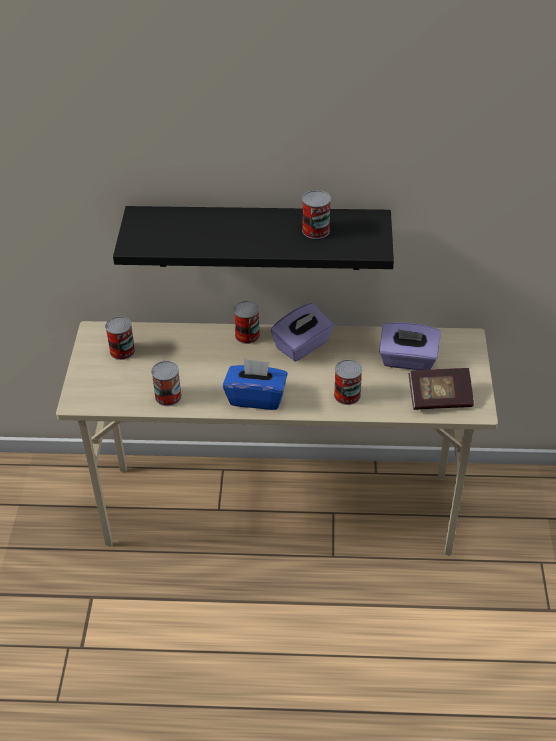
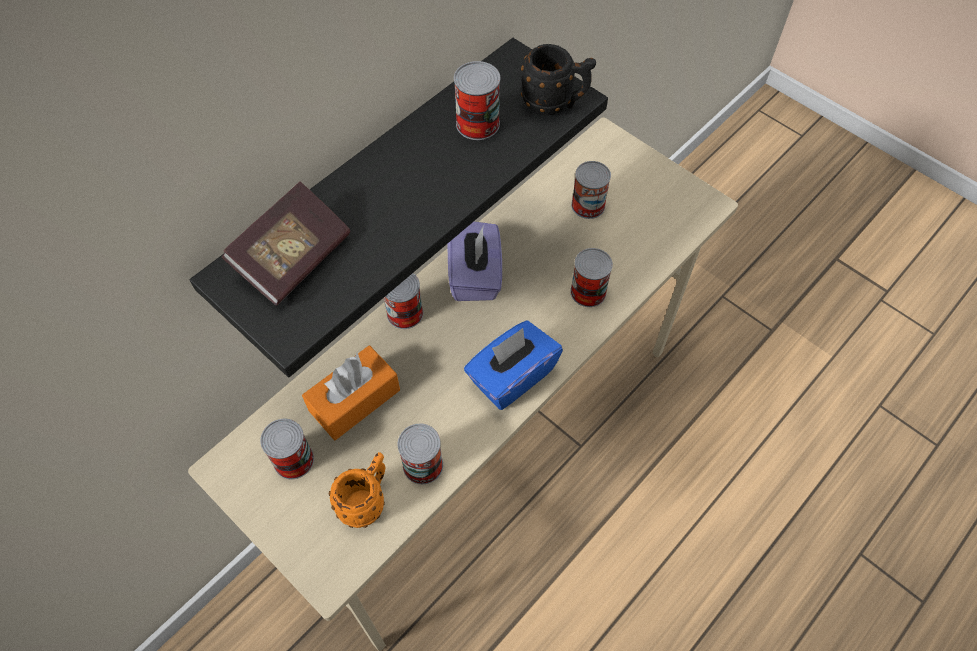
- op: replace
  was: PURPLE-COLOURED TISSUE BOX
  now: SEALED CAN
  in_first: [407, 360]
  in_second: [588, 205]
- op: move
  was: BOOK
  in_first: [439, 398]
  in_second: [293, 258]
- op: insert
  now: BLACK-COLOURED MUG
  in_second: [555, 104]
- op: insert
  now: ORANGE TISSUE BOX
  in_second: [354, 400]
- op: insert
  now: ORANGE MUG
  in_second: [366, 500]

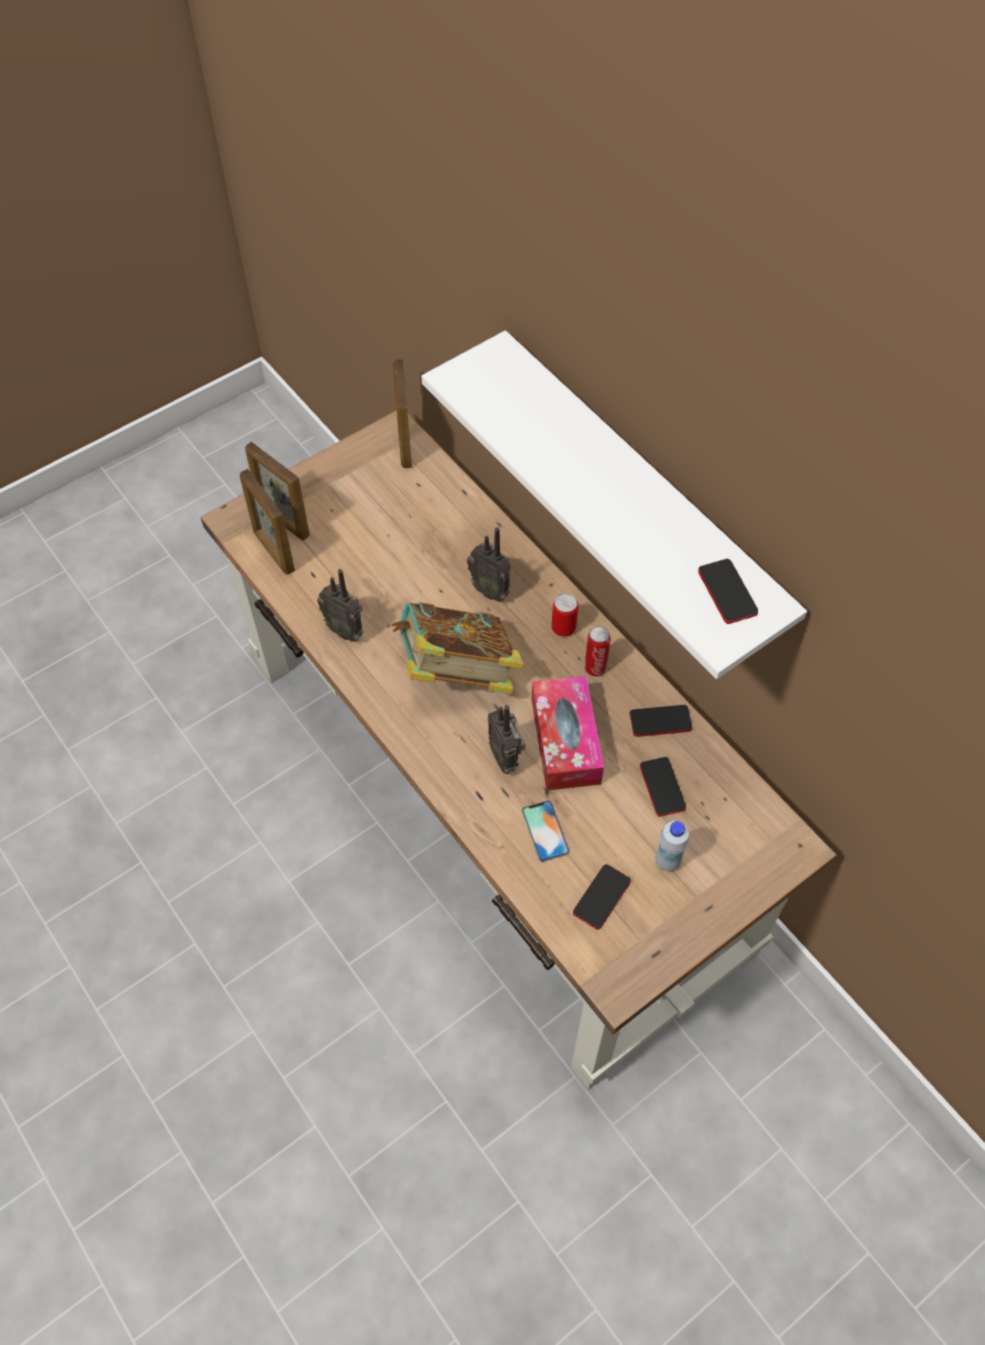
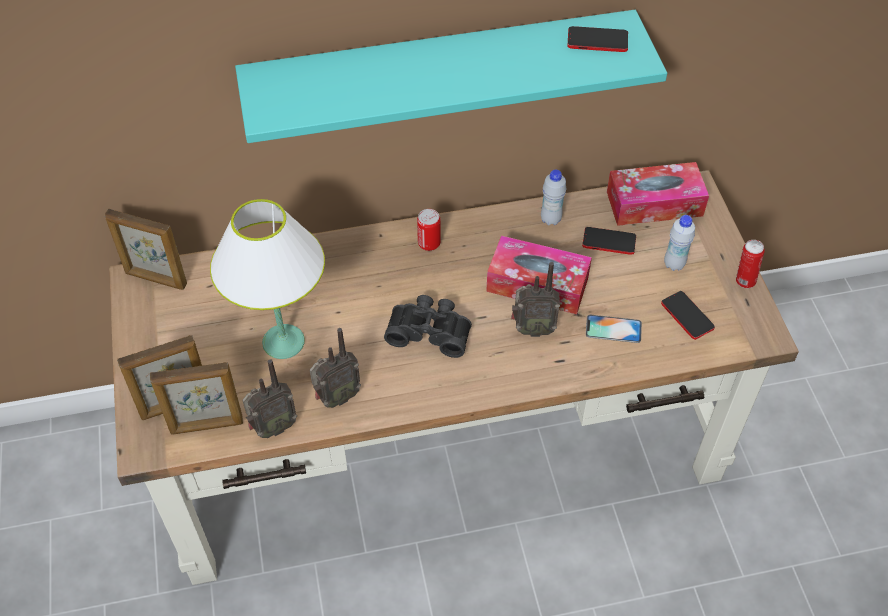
- op: recolor
  was: WHITE-COLOURED BRACKET SHELF
  now: TURQUOISE BRACKET SHELF
  in_first: [640, 494]
  in_second: [440, 73]
- op: move
  was: RADIO RECEIVER
  in_first: [491, 590]
  in_second: [272, 428]
- op: replace
  was: BOOK
  now: BLACK-COLOURED FIELD GLASSES
  in_first: [457, 671]
  in_second: [430, 331]
- op: move
  was: SEALED CAN
  in_first: [595, 667]
  in_second: [744, 281]
- op: replace
  was: PHONE
  now: WHITE-COLOURED DRINK BOTTLE
  in_first: [660, 721]
  in_second: [550, 219]
- op: insert
  now: TISSUE BOX
  in_second: [654, 203]
- op: insert
  now: WHITE-COLOURED TABLE LAMP
  in_second: [283, 342]

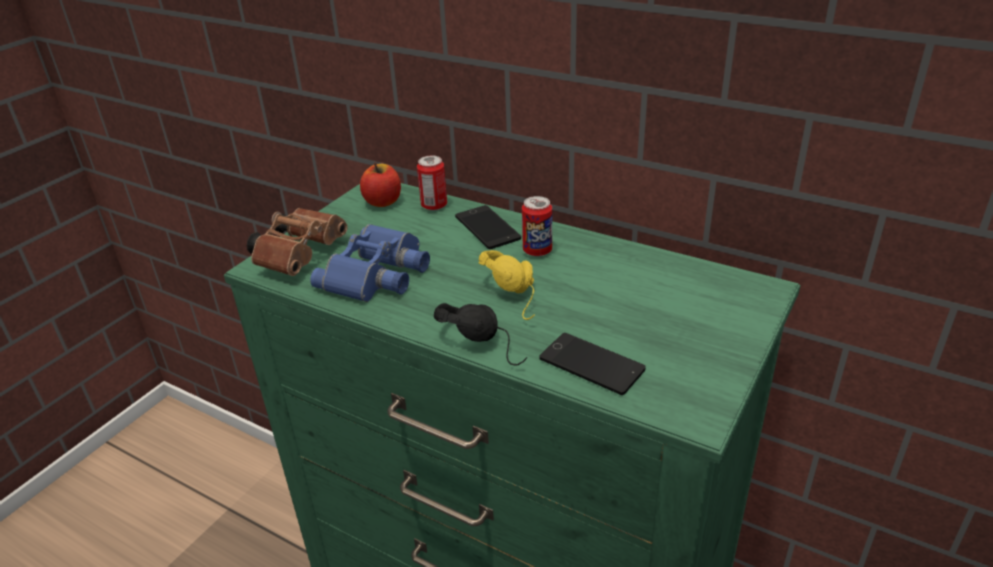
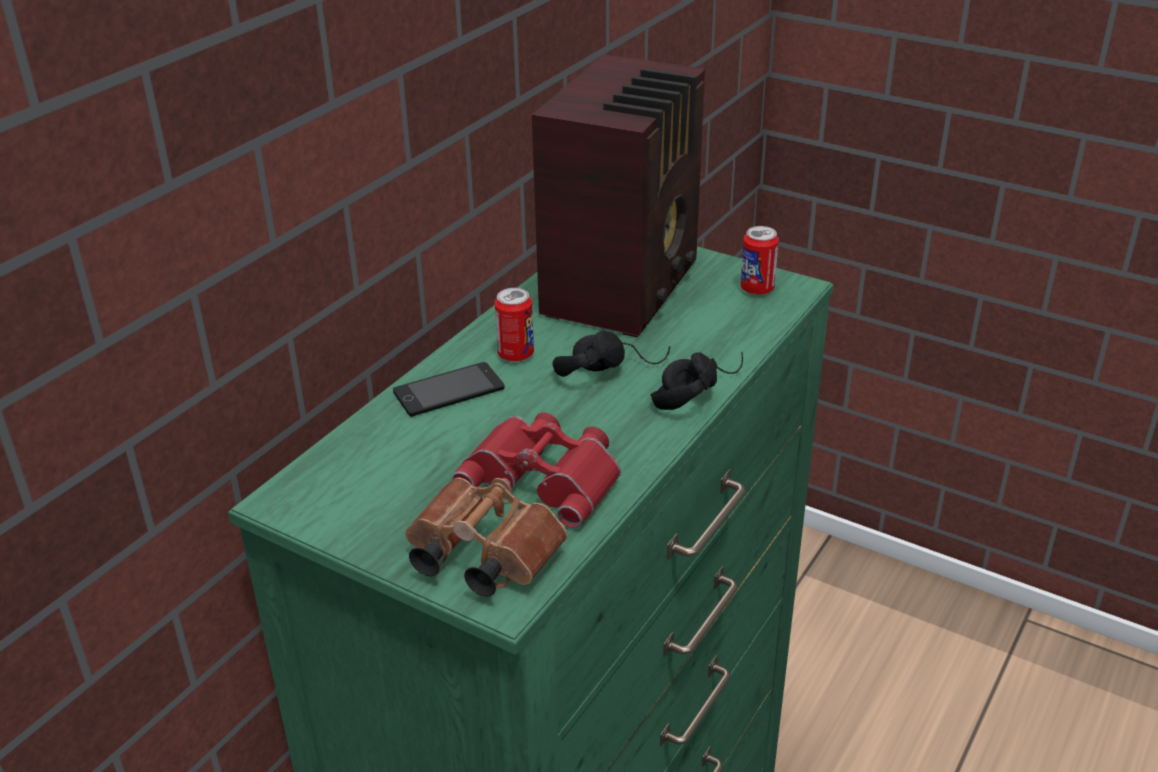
- op: move
  was: SEALED CAN
  in_first: [434, 206]
  in_second: [757, 289]
- op: delete
  was: APPLE
  in_first: [383, 202]
- op: recolor
  was: BLUE-COLOURED FIELD GLASSES
  now: RED FIELD GLASSES
  in_first: [378, 273]
  in_second: [546, 476]
- op: recolor
  was: YELLOWISH PAIR OF HEADPHONES
  now: BLACK-COLOURED PAIR OF HEADPHONES
  in_first: [520, 295]
  in_second: [608, 368]
- op: delete
  was: PHONE
  in_first: [591, 364]
- op: insert
  now: RADIO RECEIVER
  in_second: [625, 287]

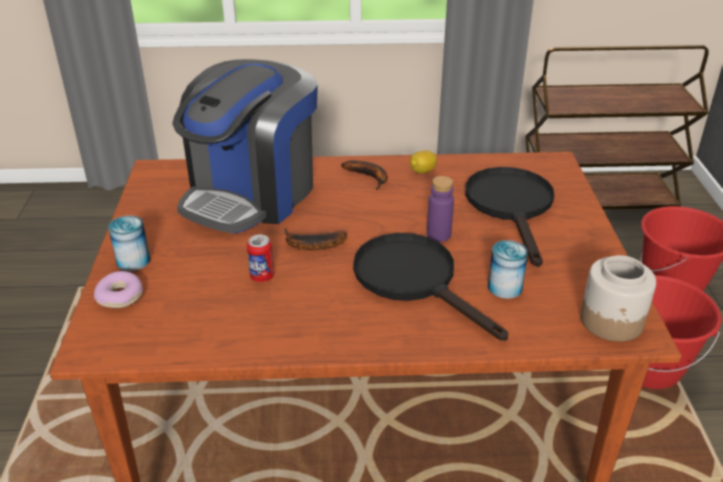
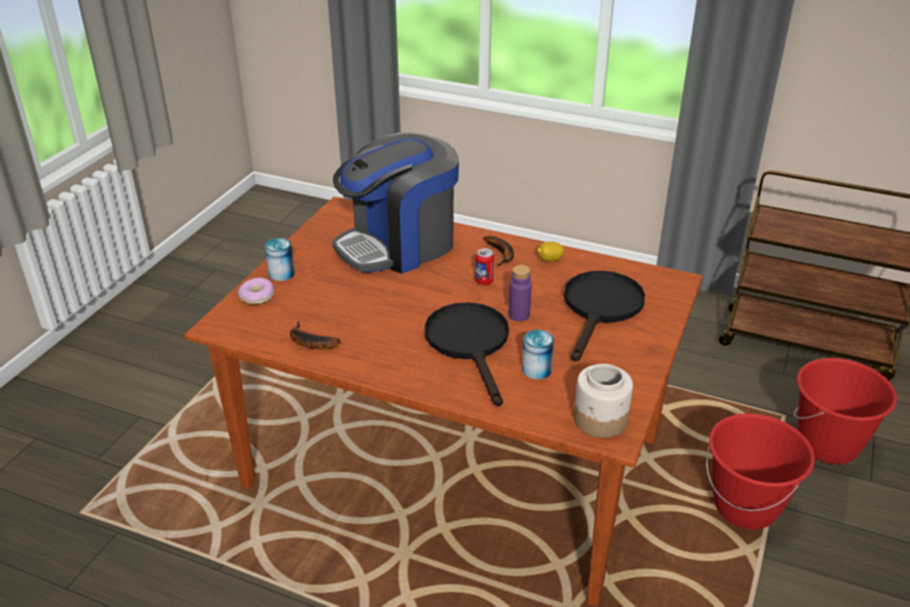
- op: move
  was: WHOLE BANANA
  in_first: [310, 245]
  in_second: [309, 342]
- op: move
  was: SEALED CAN
  in_first: [262, 277]
  in_second: [484, 281]

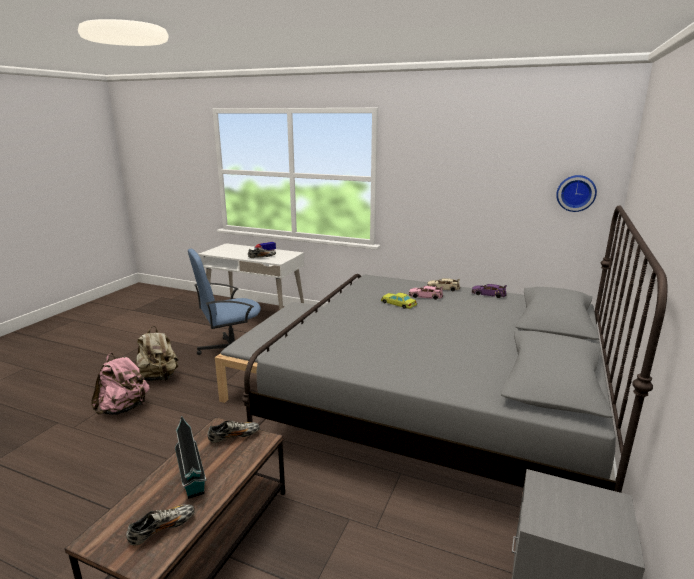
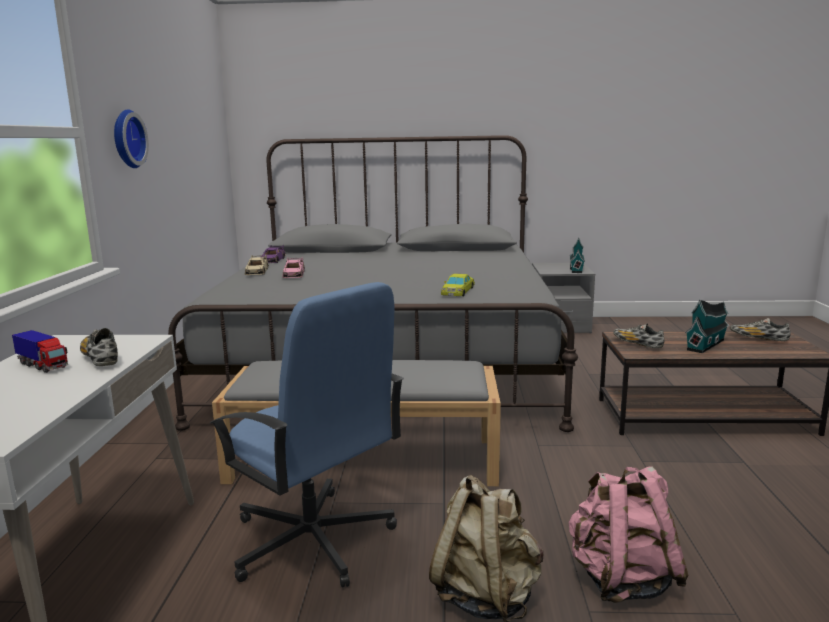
- op: move
  was: HANGING CLOCK
  in_first: [576, 193]
  in_second: [126, 139]
- op: move
  was: YELLOWISH MINIATURE CAR
  in_first: [398, 304]
  in_second: [458, 291]
- op: insert
  now: MINIATURE HOUSE
  in_second: [576, 269]

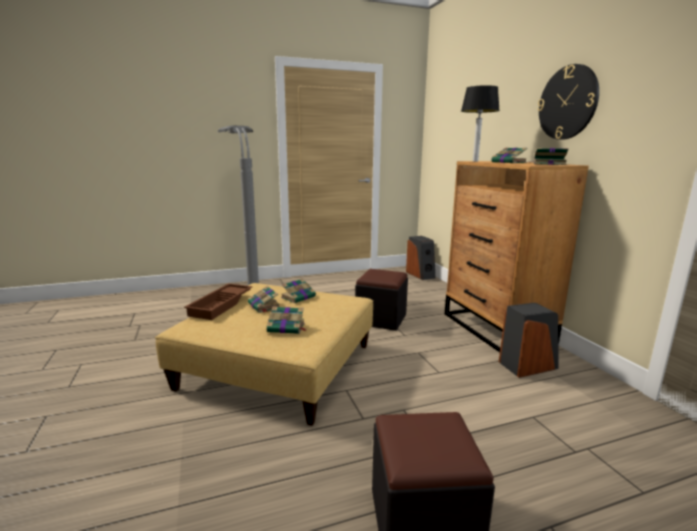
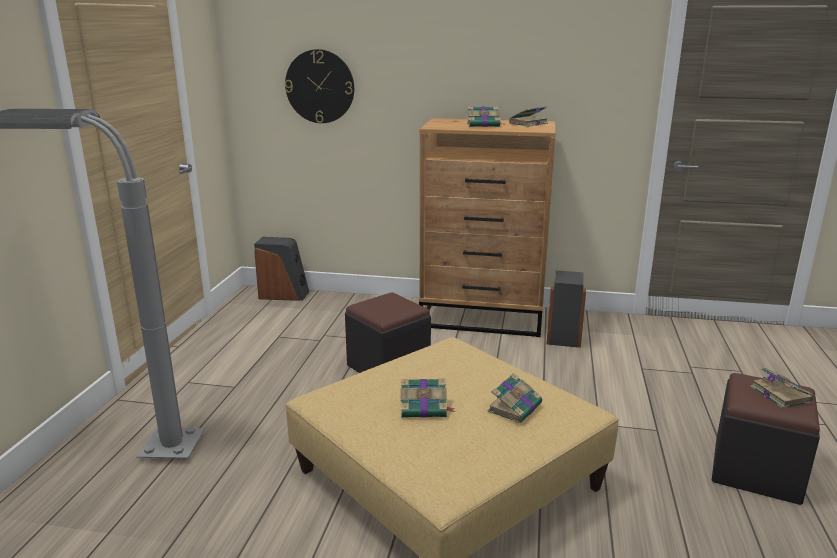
- op: move
  was: HANGING CLOCK
  in_first: [567, 102]
  in_second: [320, 86]
- op: delete
  was: TABLE LAMP
  in_first: [475, 161]
- op: move
  was: BOOK
  in_first: [299, 297]
  in_second: [779, 393]
- op: delete
  was: BROWN-COLOURED SERVING TRAY
  in_first: [221, 305]

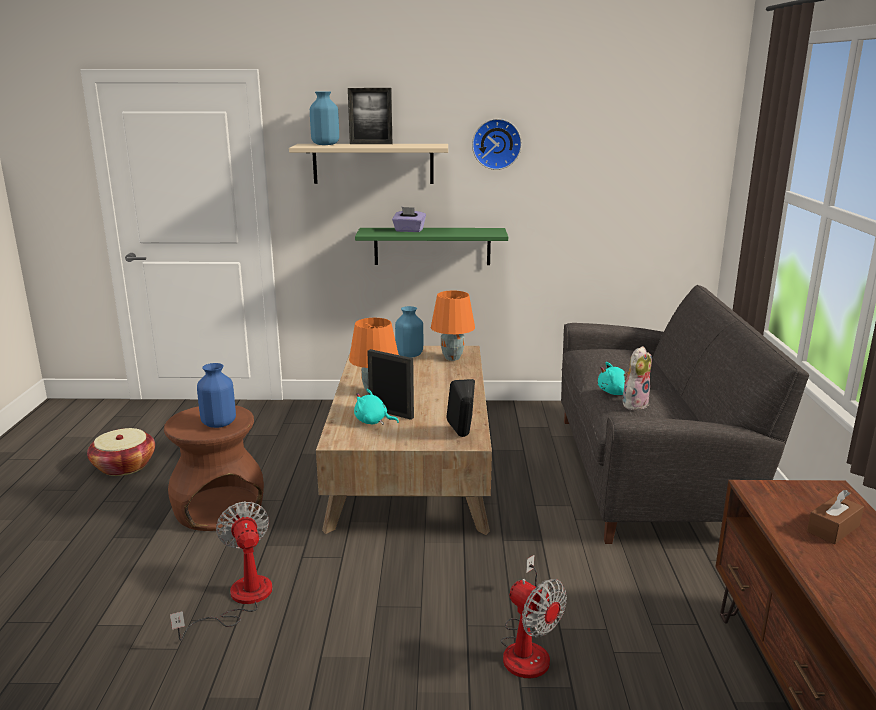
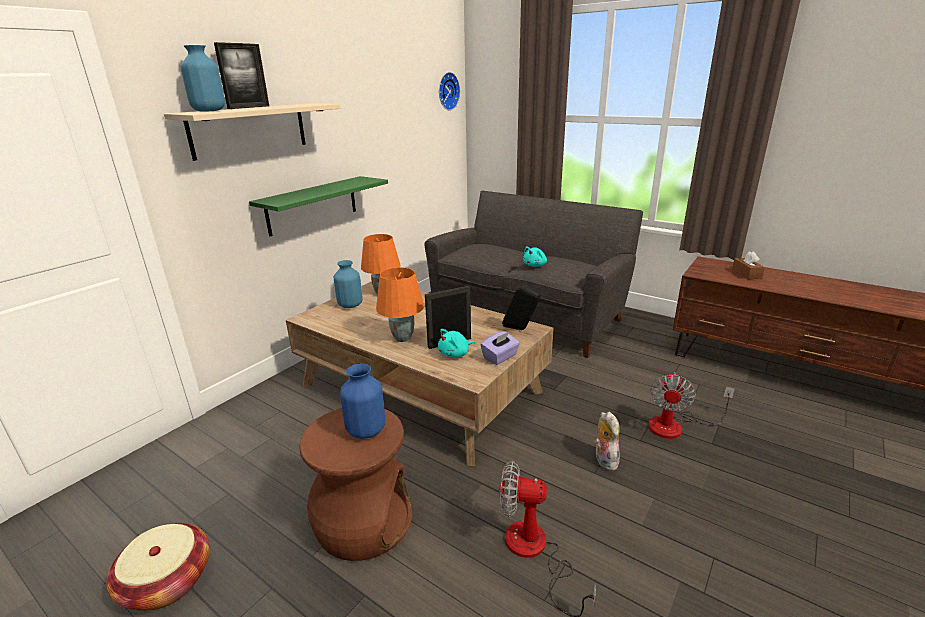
- op: move
  was: HANGING CLOCK
  in_first: [496, 144]
  in_second: [447, 91]
- op: move
  was: PURPLE-COLOURED TISSUE BOX
  in_first: [409, 230]
  in_second: [500, 357]
- op: move
  was: SOFT TOY
  in_first: [634, 403]
  in_second: [604, 460]
- op: rotate
  was: ELECTRIC FAN
  in_first: [527, 648]
  in_second: [675, 426]
  clockwise: 120

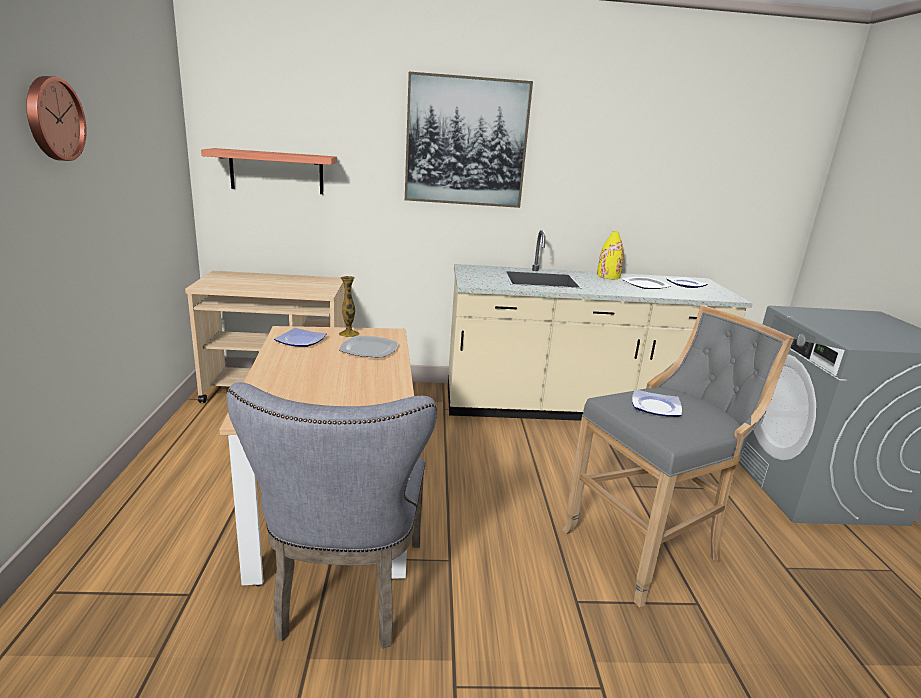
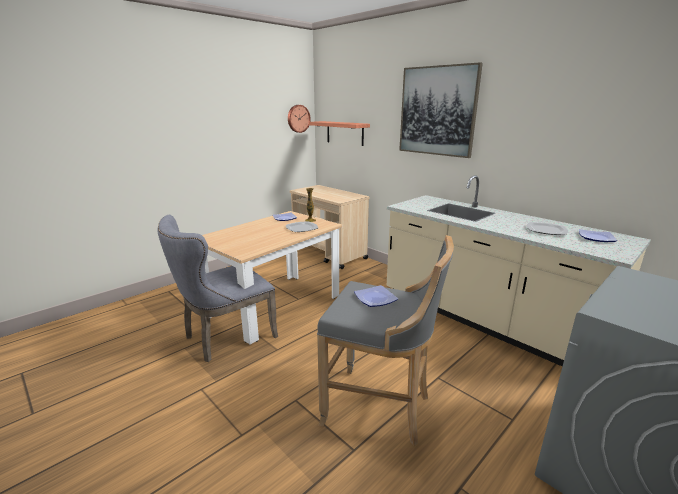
- op: move
  was: HANGING CLOCK
  in_first: [53, 119]
  in_second: [298, 118]
- op: delete
  was: YELLOWISH DECORATIVE VASE
  in_first: [608, 276]

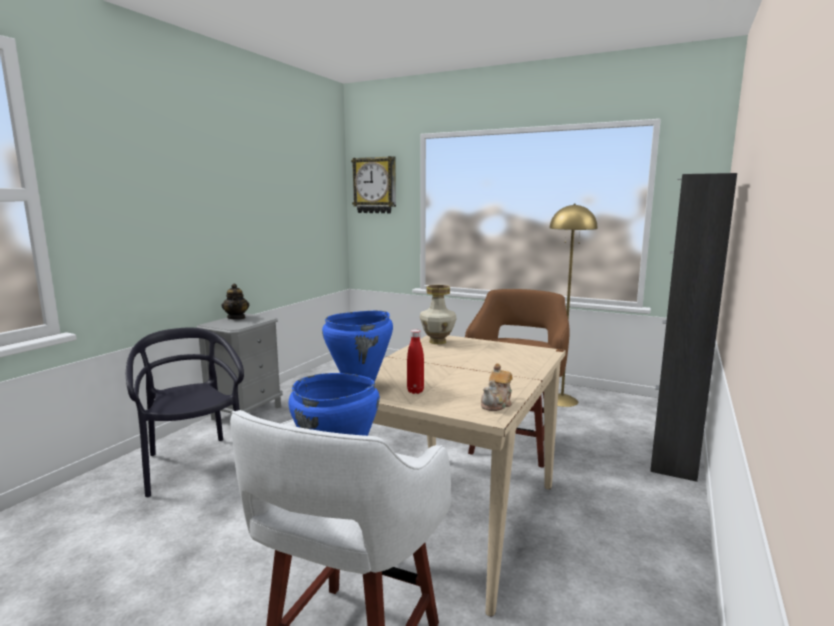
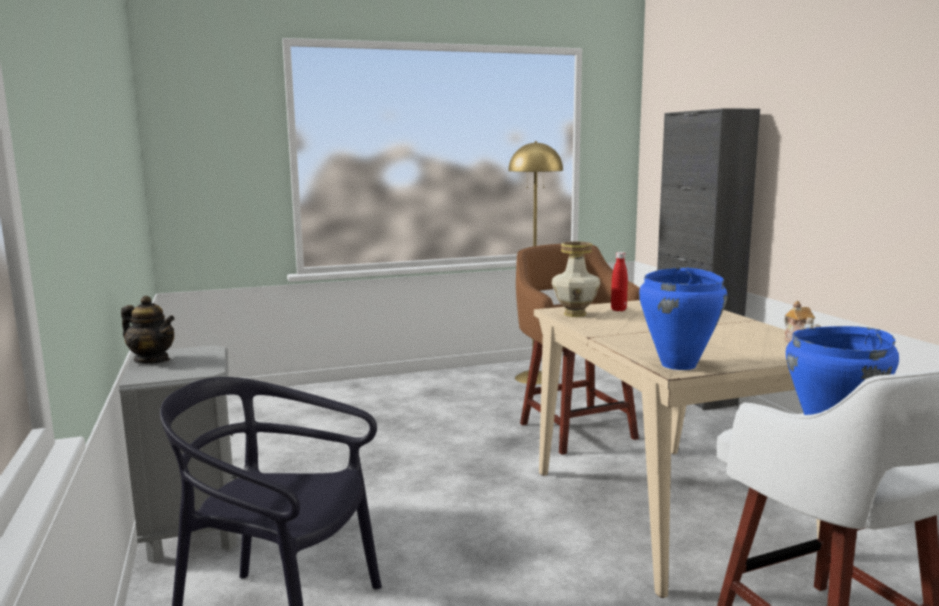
- op: delete
  was: HANGING CLOCK
  in_first: [375, 185]
- op: move
  was: RED DRINK BOTTLE
  in_first: [415, 391]
  in_second: [618, 310]

